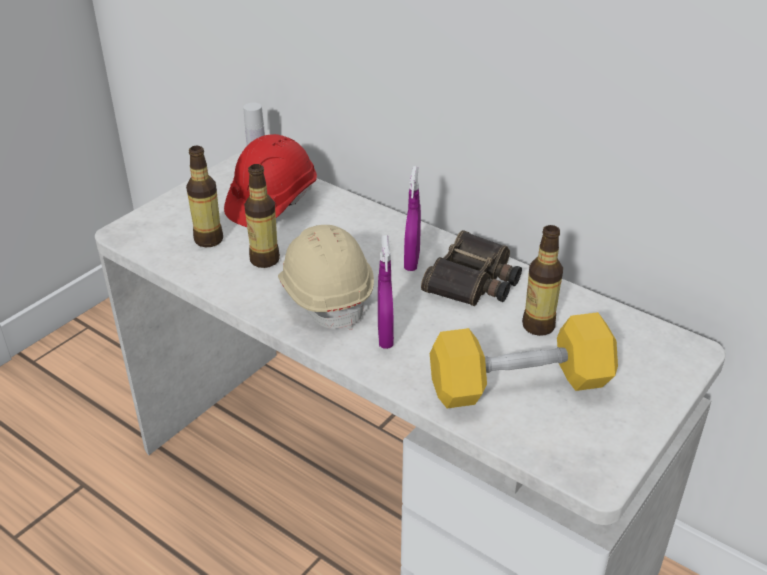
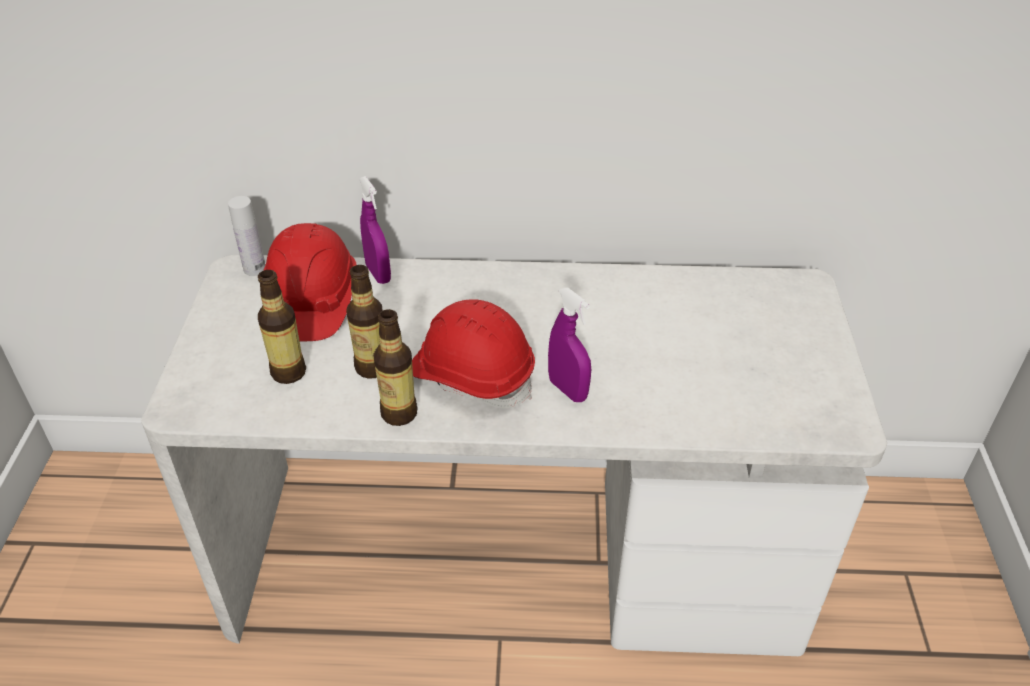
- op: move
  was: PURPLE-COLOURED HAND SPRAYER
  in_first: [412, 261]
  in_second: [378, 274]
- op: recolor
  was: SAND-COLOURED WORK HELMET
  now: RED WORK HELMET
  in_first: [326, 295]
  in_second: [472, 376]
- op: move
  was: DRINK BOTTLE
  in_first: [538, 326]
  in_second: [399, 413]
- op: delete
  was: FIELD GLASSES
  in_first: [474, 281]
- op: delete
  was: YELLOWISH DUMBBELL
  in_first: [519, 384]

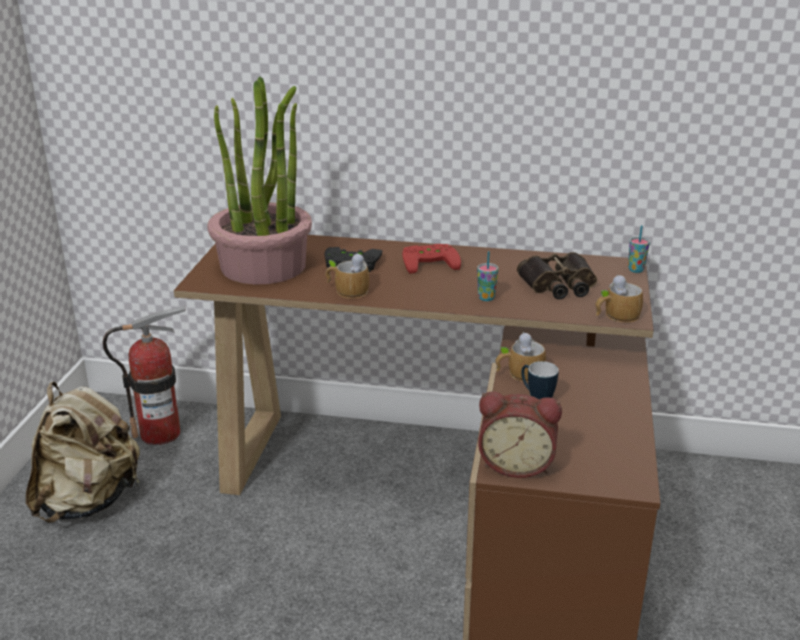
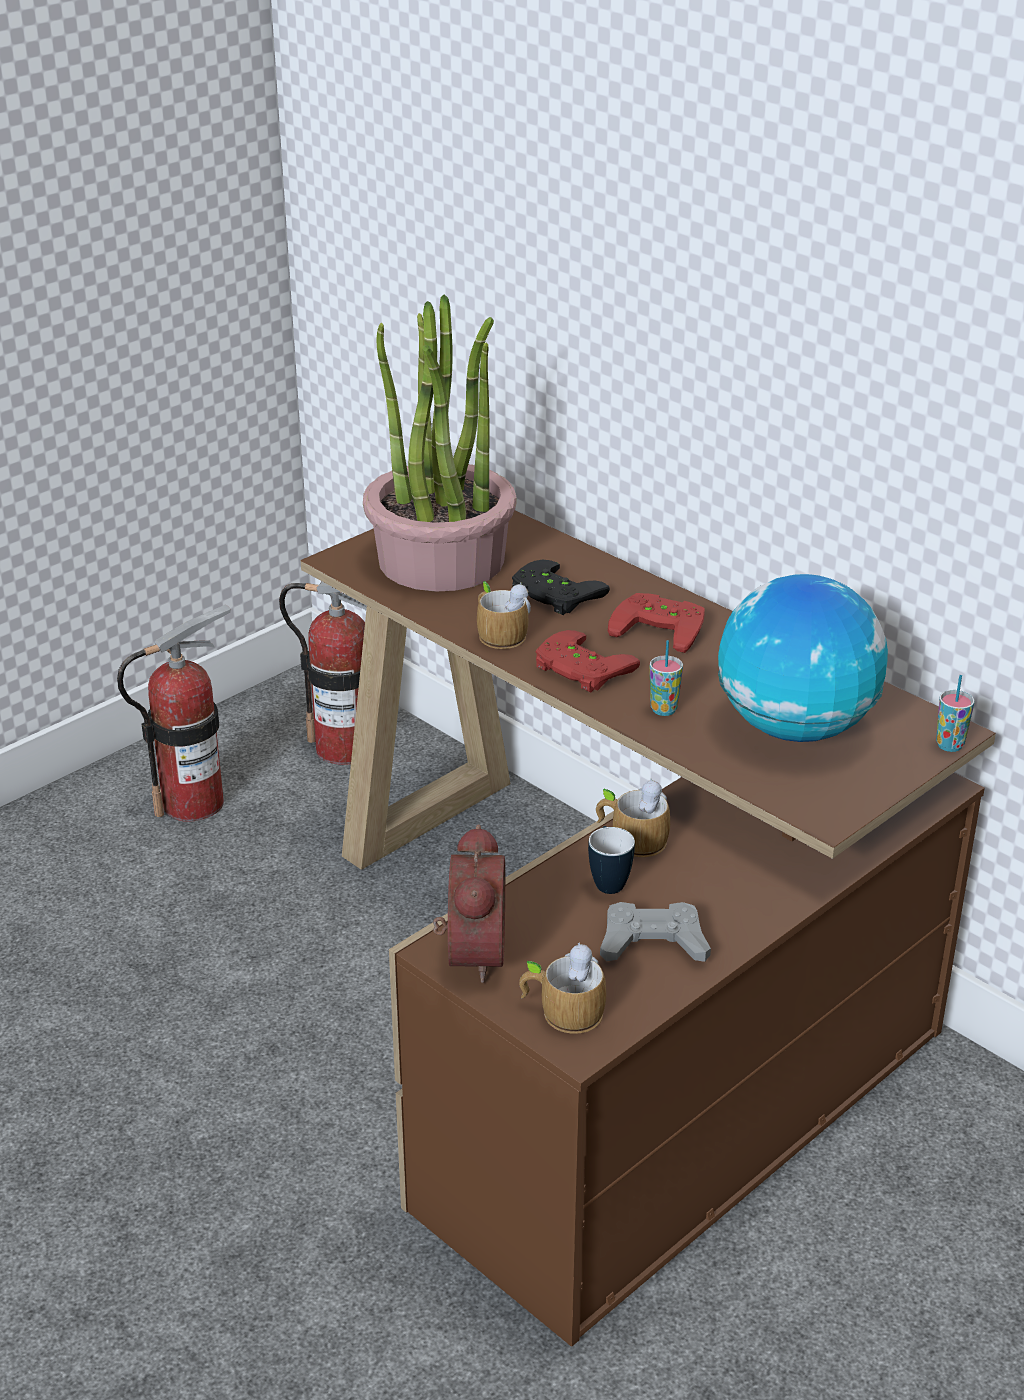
- op: replace
  was: FIELD GLASSES
  now: DESK GLOBE
  in_first: [559, 285]
  in_second: [794, 727]
- op: move
  was: MUG
  in_first: [616, 316]
  in_second: [562, 1010]
- op: replace
  was: SAND-COLOURED KNAPSACK
  now: FIRE-FIGHTING CYLINDER
  in_first: [88, 501]
  in_second: [193, 803]
- op: rotate
  was: TABLE CLOCK
  in_first: [516, 464]
  in_second: [469, 953]
  clockwise: -135
- op: insert
  now: RED GAME CONTROLLER
  in_second: [579, 669]
- op: insert
  now: GRAY GAME CONTROLLER
  in_second: [653, 942]

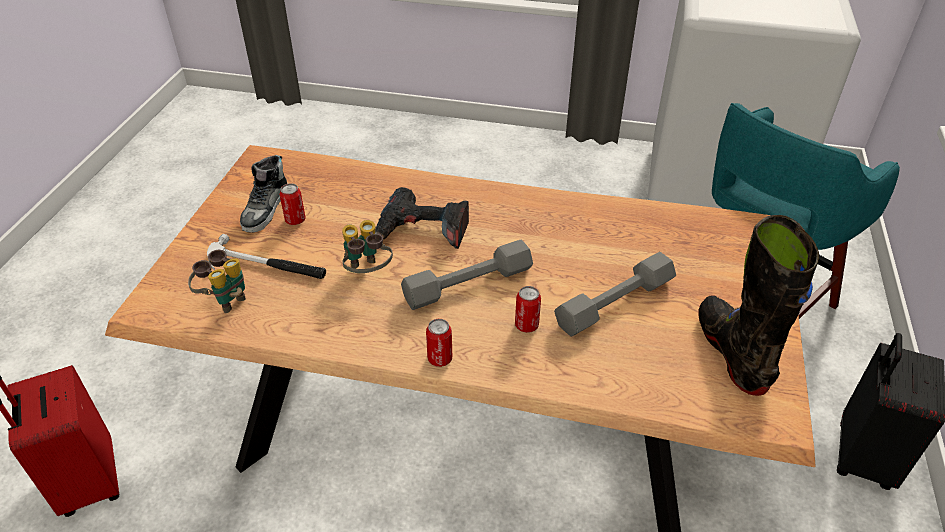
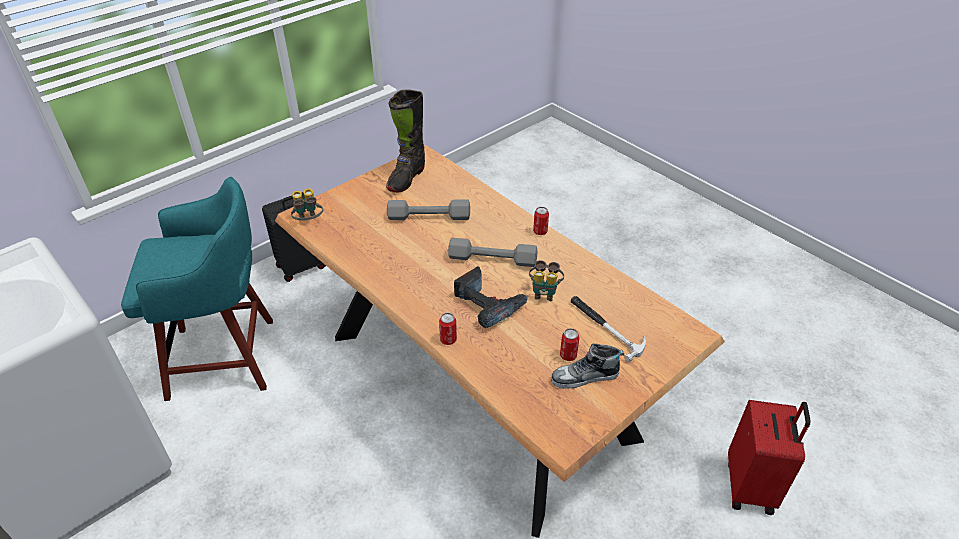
- op: rotate
  was: LOW SHOE
  in_first: [266, 209]
  in_second: [585, 377]
  clockwise: -150
- op: move
  was: FIELD GLASSES
  in_first: [225, 299]
  in_second: [309, 222]
- op: move
  was: SEALED CAN
  in_first: [526, 325]
  in_second: [448, 339]

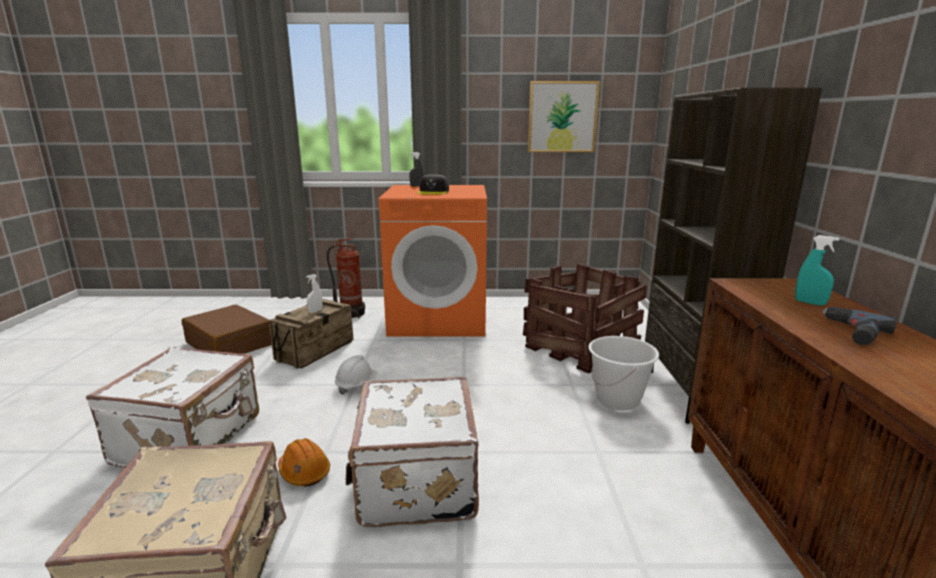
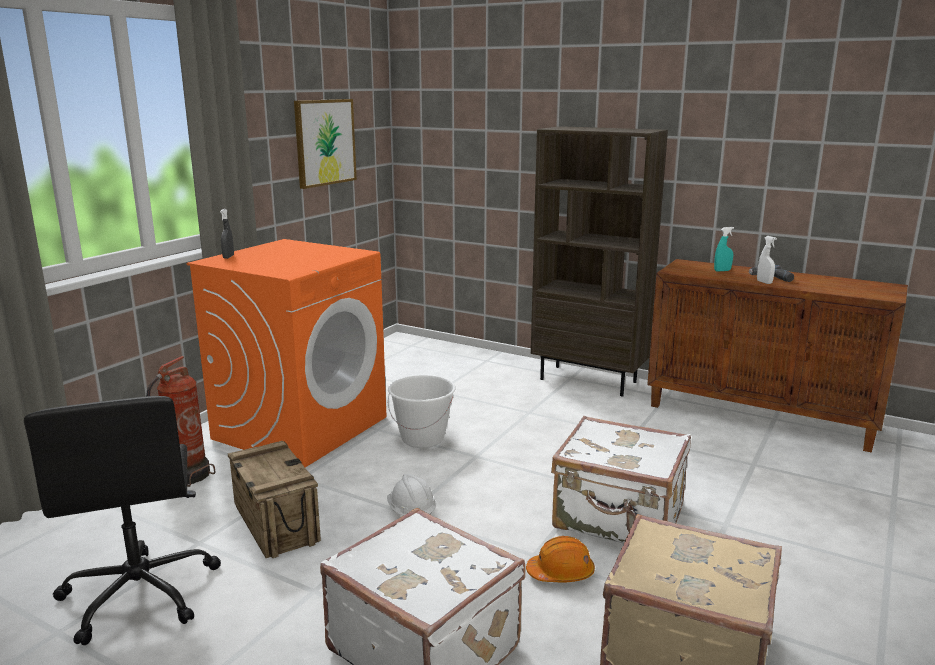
- op: delete
  was: GRAY CAP
  in_first: [433, 192]
- op: delete
  was: PACKING CRATE
  in_first: [581, 348]
- op: move
  was: WHITE-COLOURED HAND SPRAYER
  in_first: [315, 311]
  in_second: [764, 282]
- op: replace
  was: BROWN-COLOURED SUITCASE
  now: BLACK-COLOURED OFFICE CHAIR
  in_first: [230, 343]
  in_second: [140, 593]
- op: move
  was: WHITE-COLOURED WATER BUCKET
  in_first: [618, 400]
  in_second: [423, 439]

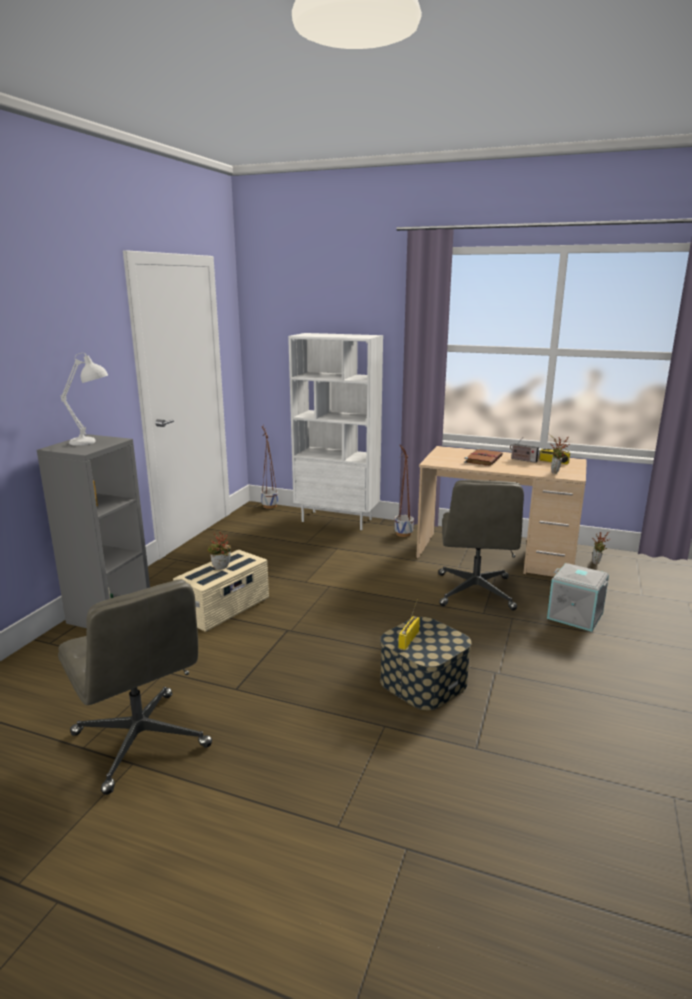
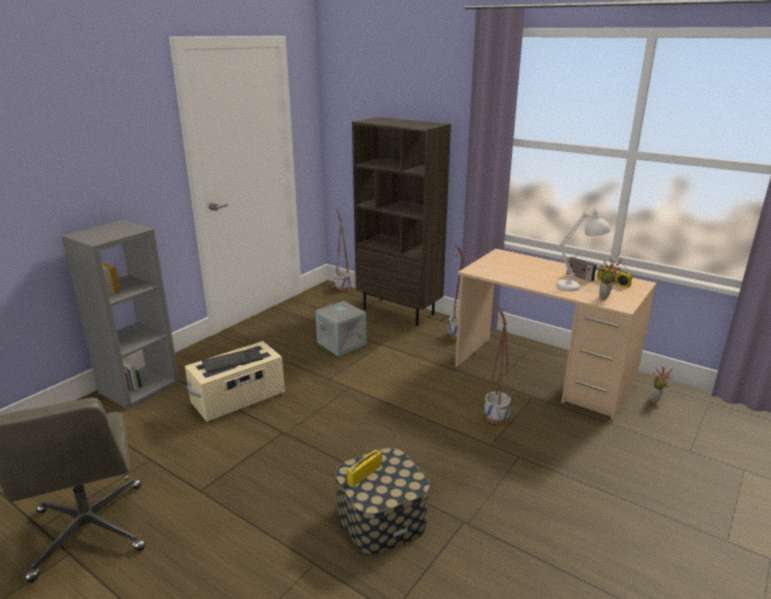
- op: recolor
  was: WHITE-COLOURED BOOKSHELF
  now: BROWN-COLOURED BOOKSHELF
  in_first: [337, 520]
  in_second: [399, 311]
- op: move
  was: WHITE-COLOURED TABLE LAMP
  in_first: [92, 442]
  in_second: [578, 287]
- op: delete
  was: BROWN-COLOURED BOOK
  in_first: [483, 459]
- op: replace
  was: GRAY OFFICE CHAIR
  now: PLANTER
  in_first: [475, 592]
  in_second: [496, 417]
- op: replace
  was: PLANT IN A POT
  now: PC KEYBOARD
  in_first: [221, 569]
  in_second: [232, 361]
- op: move
  was: GRAY STORAGE BOX
  in_first: [575, 615]
  in_second: [342, 343]

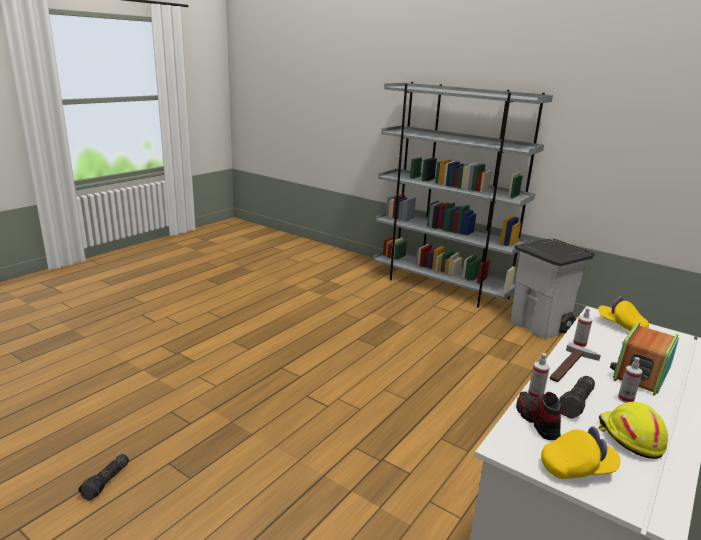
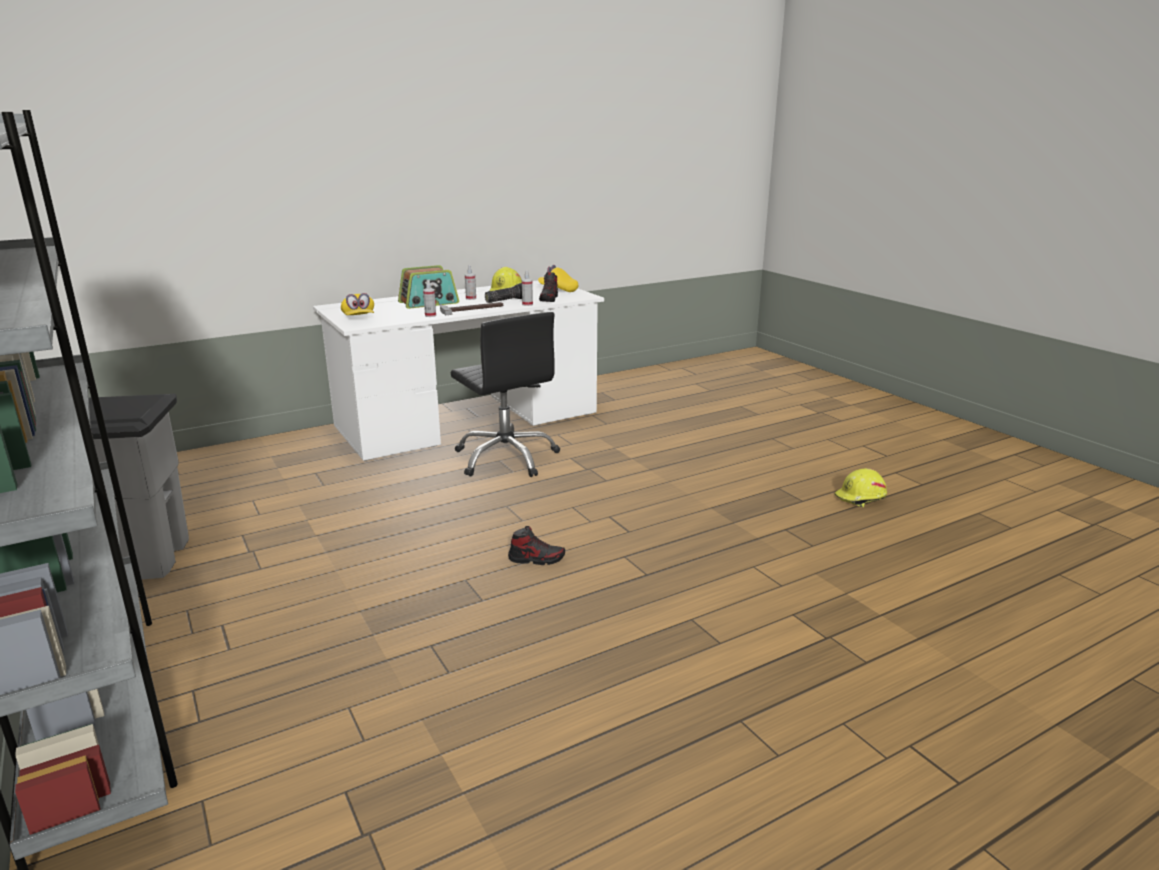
- op: replace
  was: HAND TORCH
  now: YELLOWISH WORK HELMET
  in_first: [107, 482]
  in_second: [860, 498]
- op: insert
  now: BLACK-COLOURED OFFICE CHAIR
  in_second: [506, 458]
- op: insert
  now: LOW SHOE
  in_second: [536, 559]

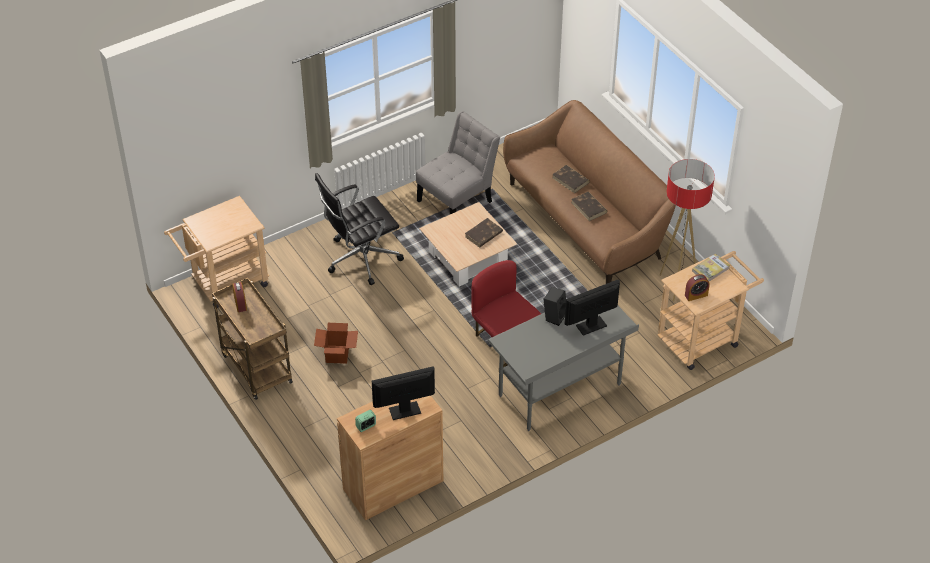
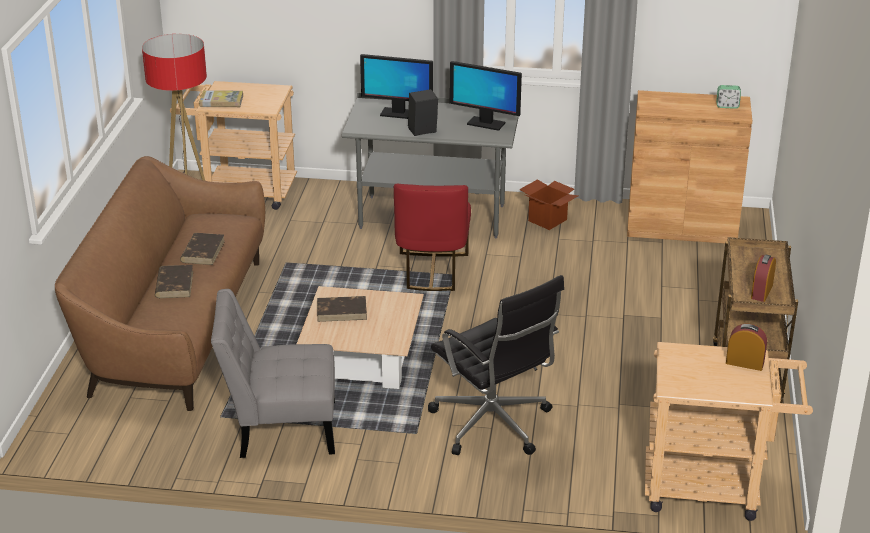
- op: rotate
  was: BLACK-COLOURED OFFICE CHAIR
  in_first: [360, 258]
  in_second: [493, 425]
  clockwise: 45
- op: move
  was: TABLE CLOCK
  in_first: [696, 295]
  in_second: [744, 363]
- op: move
  was: CARDBOARD BOX
  in_first: [337, 354]
  in_second: [547, 220]
- op: move
  was: MONITOR
  in_first: [405, 411]
  in_second: [485, 123]

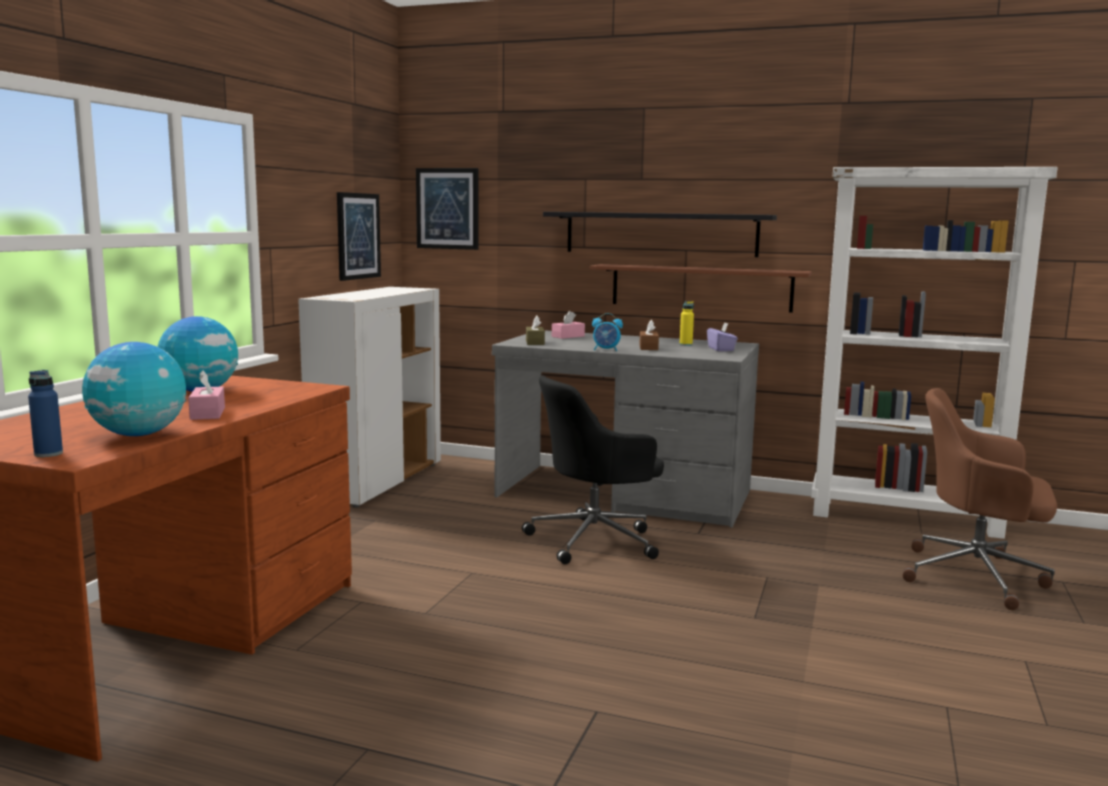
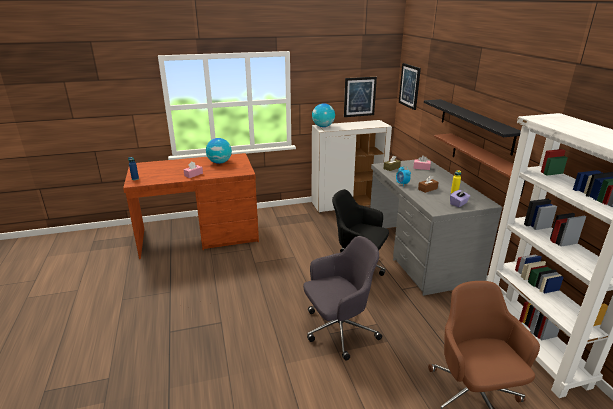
- op: move
  was: DESK GLOBE
  in_first: [139, 434]
  in_second: [323, 126]
- op: insert
  now: GRAY OFFICE CHAIR
  in_second: [338, 330]

